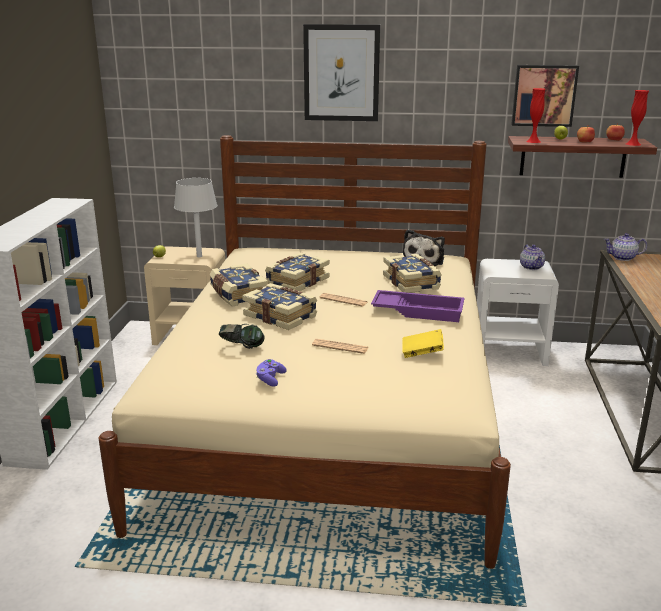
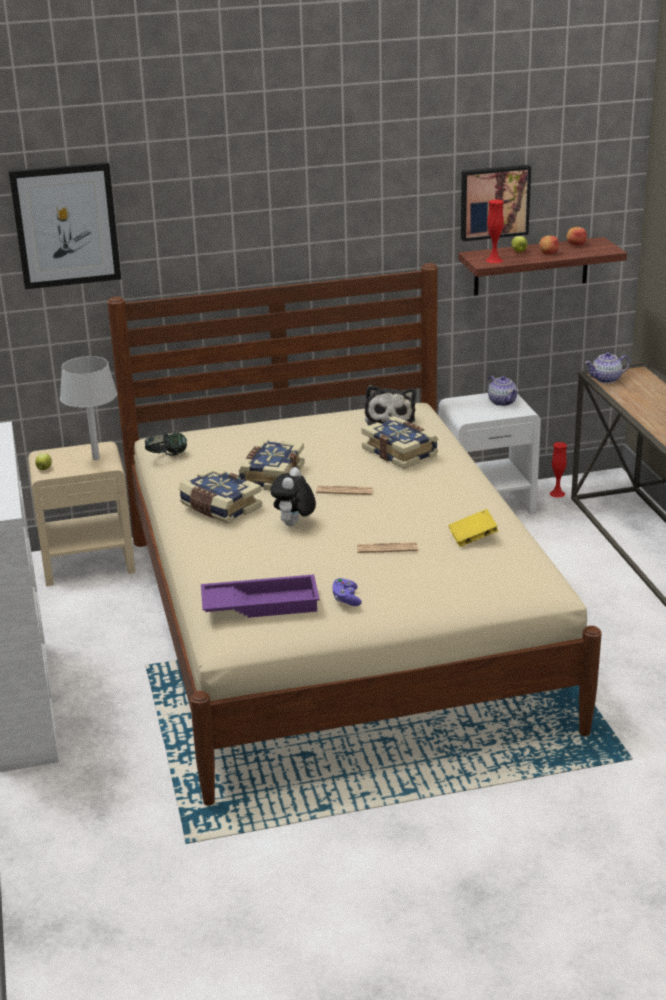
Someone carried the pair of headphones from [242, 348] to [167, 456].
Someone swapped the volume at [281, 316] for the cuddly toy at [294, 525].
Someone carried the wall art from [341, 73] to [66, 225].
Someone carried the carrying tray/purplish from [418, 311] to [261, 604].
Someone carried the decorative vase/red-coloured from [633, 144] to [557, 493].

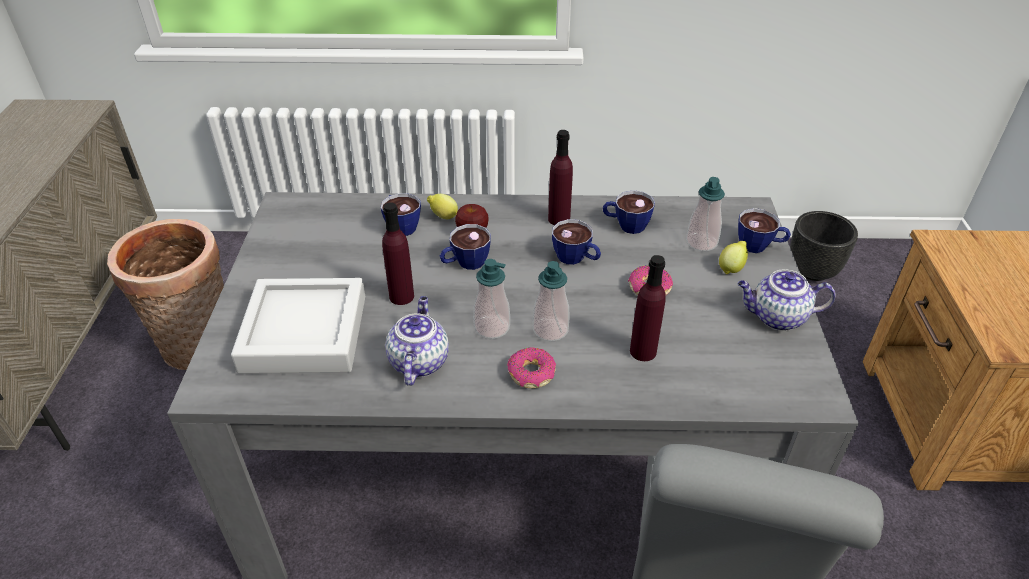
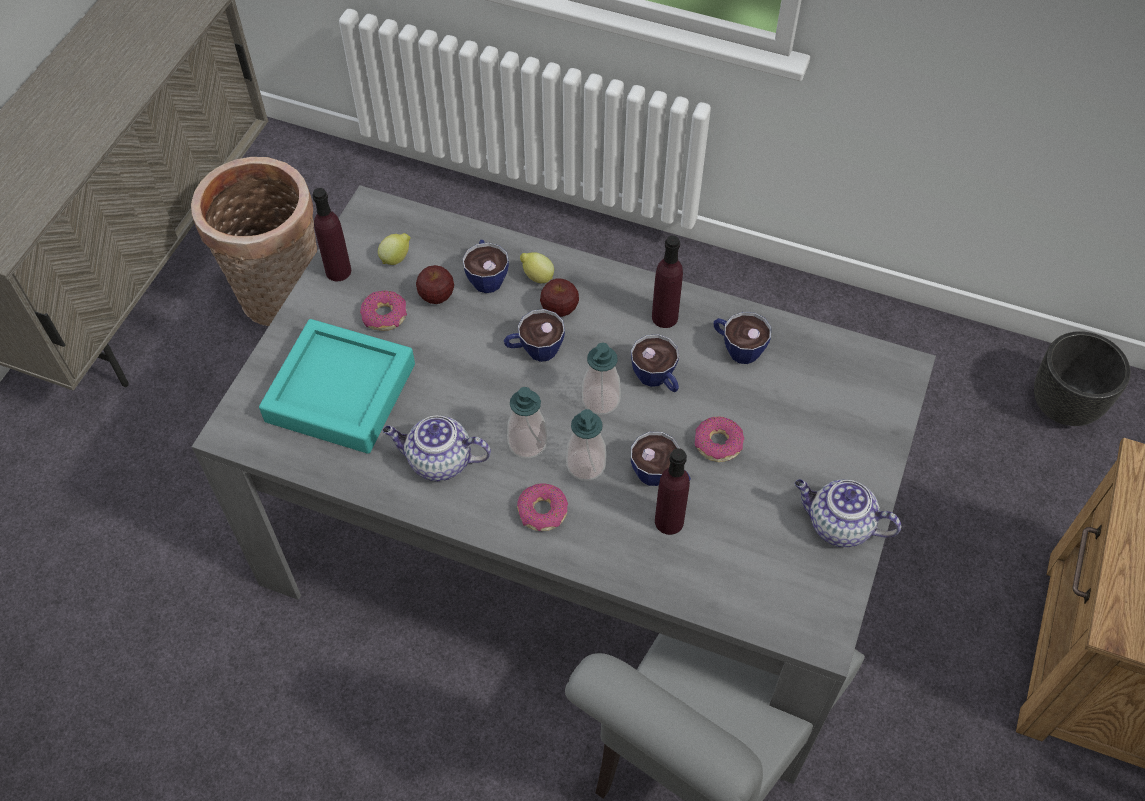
Someone repainted the carrying tray/greyish at [304, 333], which became the carrying tray/turquoise-coloured at [340, 392].
Someone carried the drink bottle/purplish from [401, 296] to [338, 271].
Someone rotated the tea pot at [418, 361] by 105 degrees counterclockwise.
Someone carried the liquid soap bottle from [701, 242] to [600, 400].
Someone carried the whole lemon from [731, 268] to [396, 258].
Someone carried the small cup from [759, 246] to [660, 476].
Someone put down the donut at [385, 316].
Someone put down the apple at [436, 296].

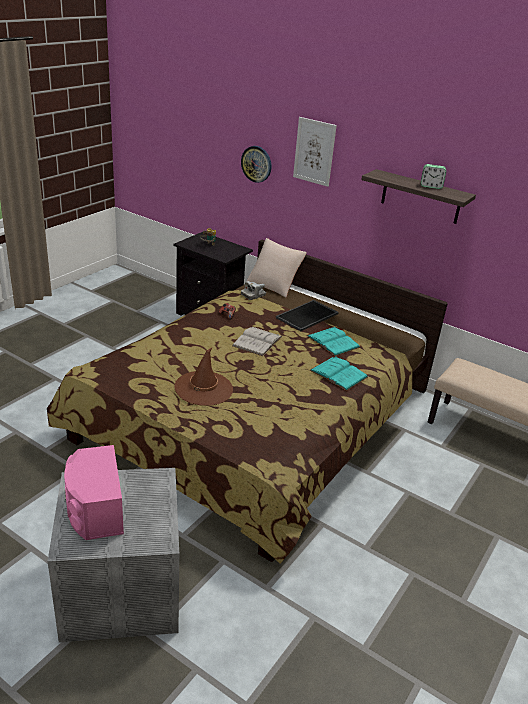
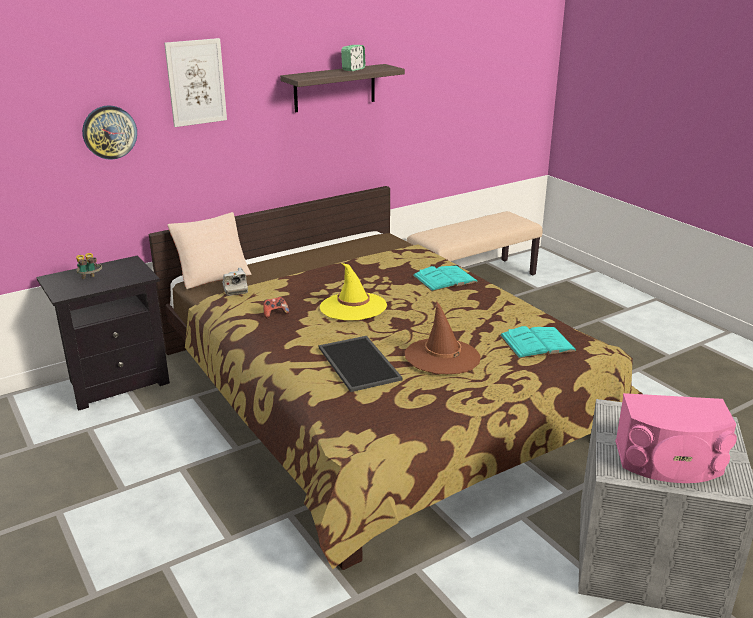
Someone swapped the volume/white at [257, 341] for the clothing hat/yellowish at [353, 307].
Someone carried the carrying tray from [307, 316] to [360, 363].
Someone carried the volume/turquoise-coloured from [333, 341] to [537, 343].

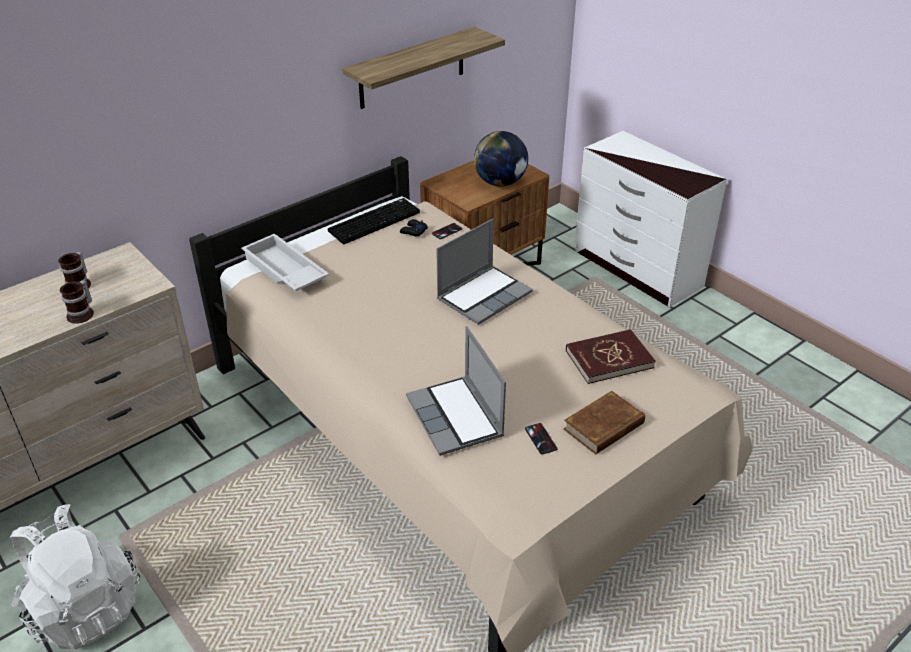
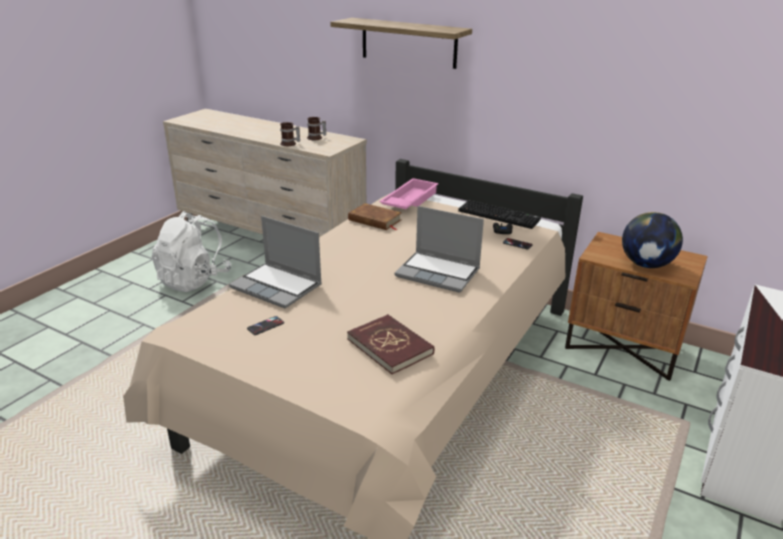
Someone repainted the carrying tray/white at [283, 271], which became the carrying tray/pink at [409, 200].
Someone carried the shelf from [412, 68] to [408, 43].
Someone rotated the notebook computer at [456, 417] by 105 degrees counterclockwise.
Someone carried the volume/brown from [604, 426] to [375, 220].

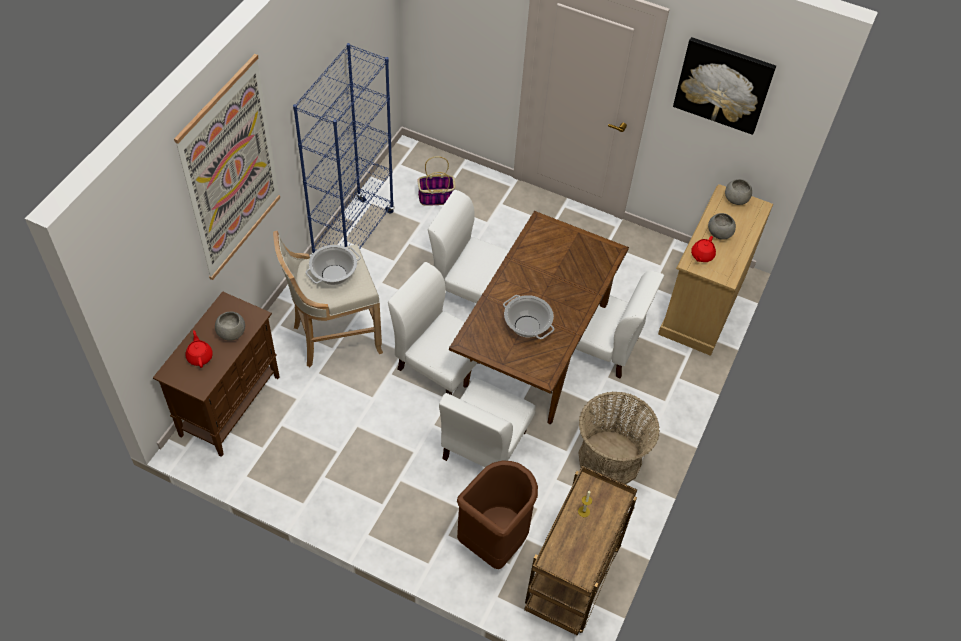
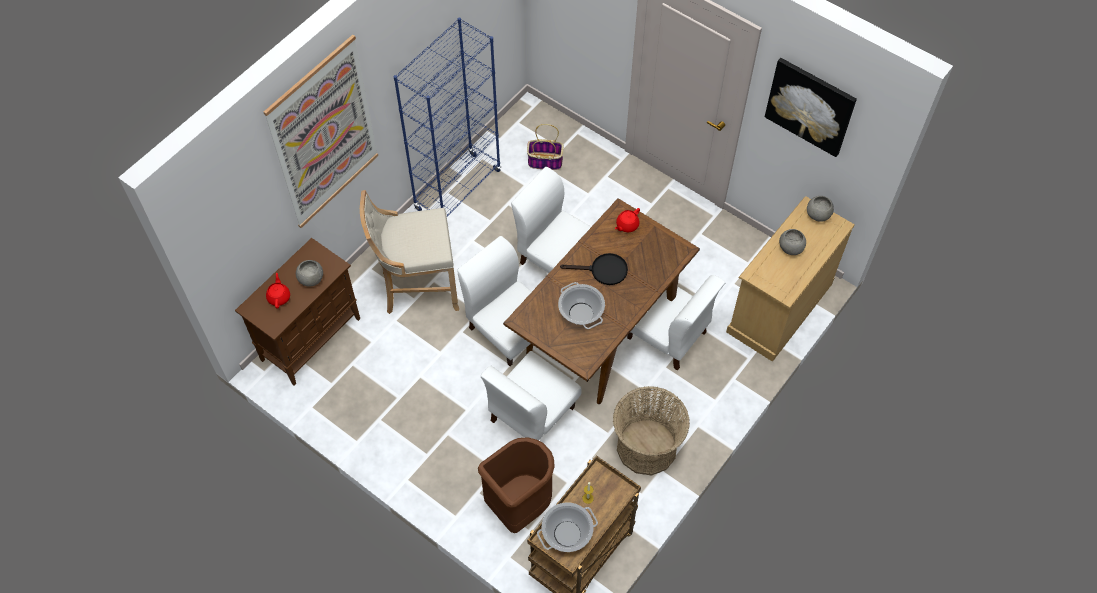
Someone carried the stockpot from [334, 275] to [567, 534].
Someone carried the tea pot/red-coloured from [701, 255] to [627, 225].
Someone put down the frying pan/black-coloured at [603, 271].

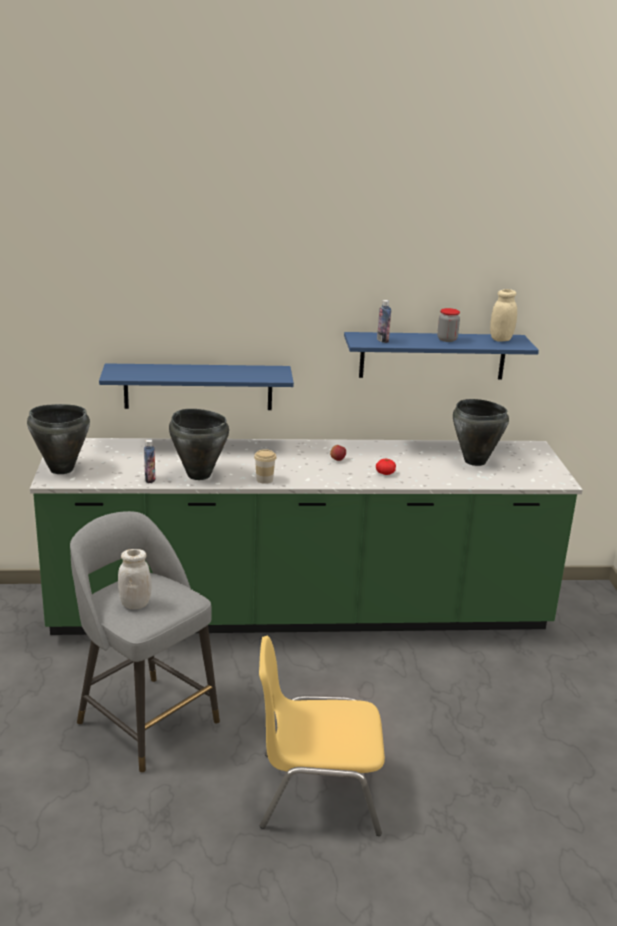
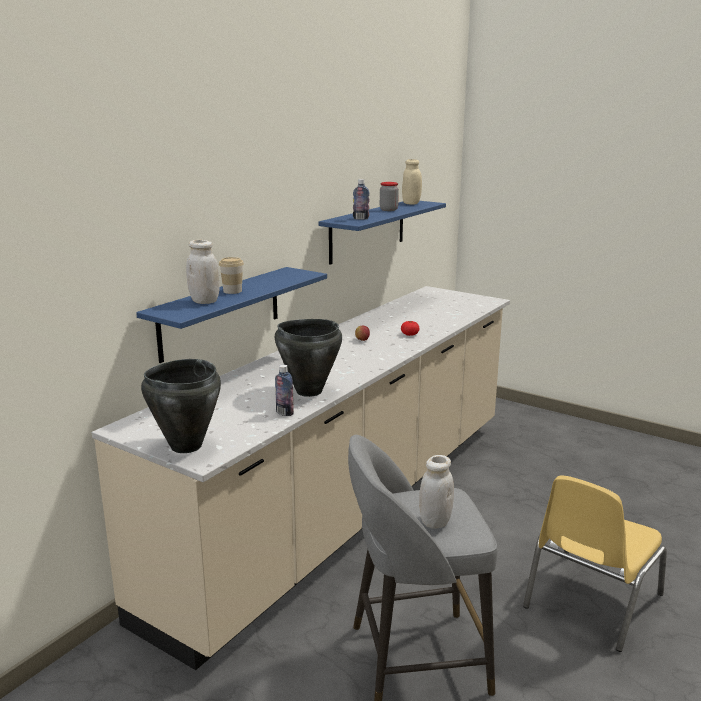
Someone repainted the counter/greenish at [301, 614], which became the counter/beige-coloured at [350, 507].
Someone carried the small cup from [264, 479] to [232, 291].
Someone took away the stockpot/black-coloured at [475, 461].
Someone put down the storage jar/white at [204, 301].

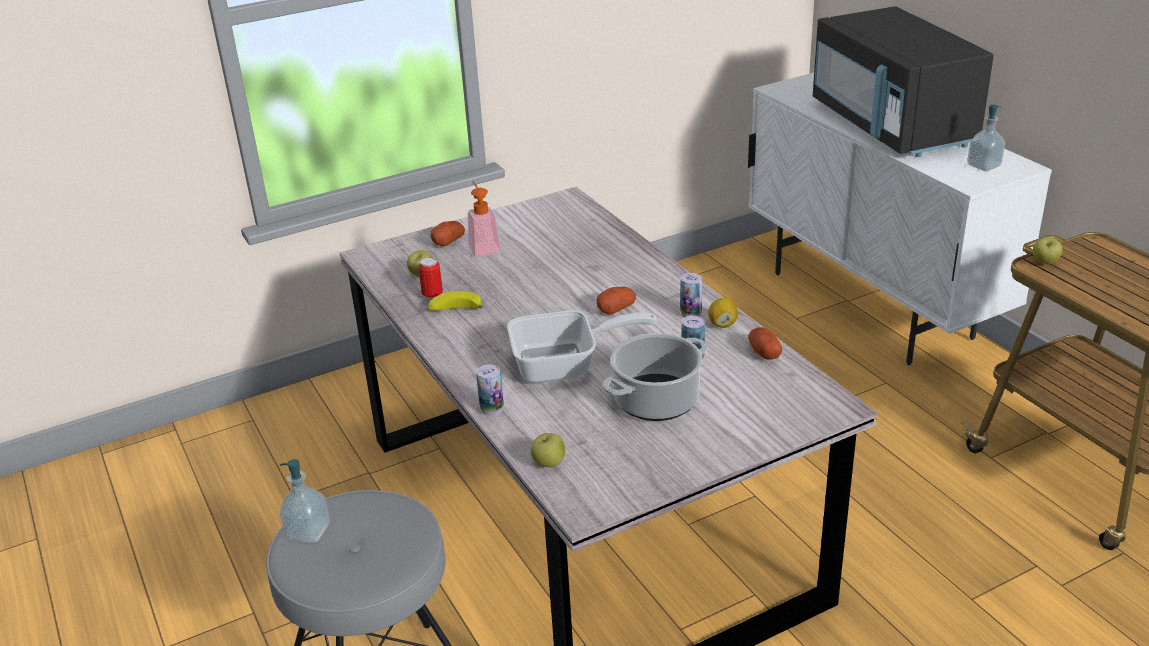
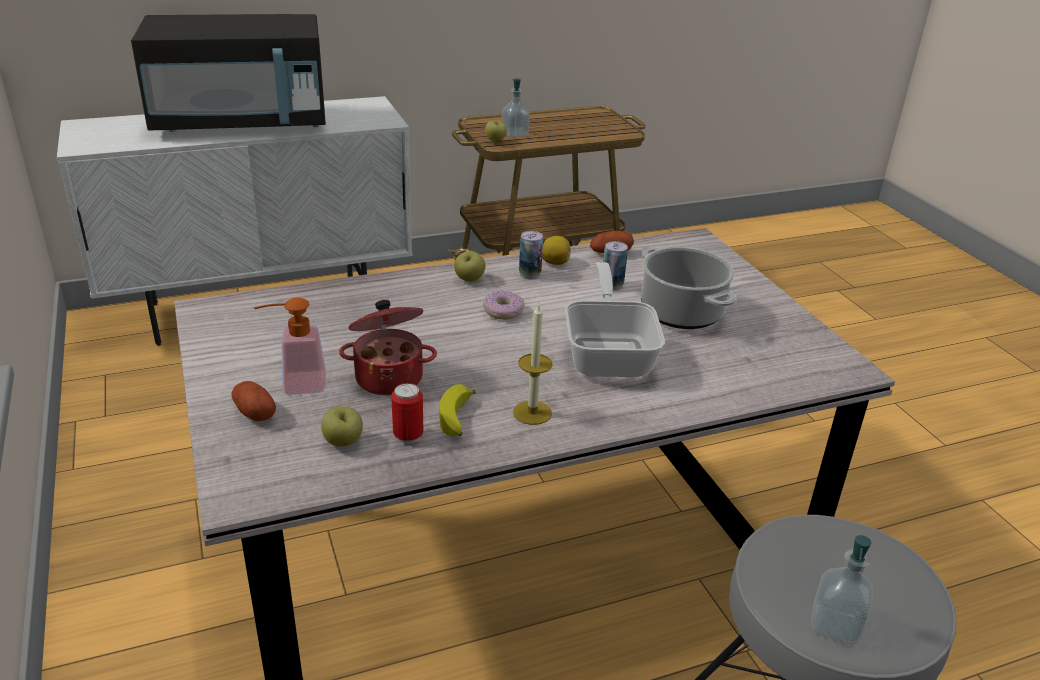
Someone took away the can at [492, 409].
Someone carried the apple from [548, 463] to [469, 280].
Someone swapped the whole potato at [616, 309] for the donut at [503, 311].
Someone carried the liquid soap bottle from [983, 165] to [515, 134].
Someone put down the stockpot at [389, 377].
Someone put down the wax candle at [532, 412].

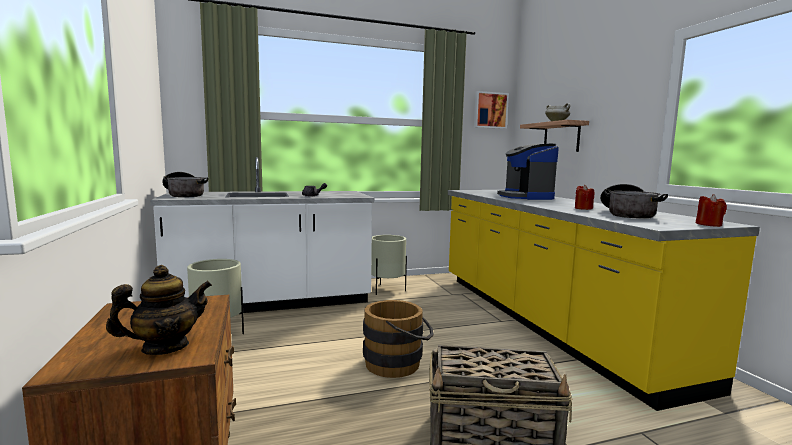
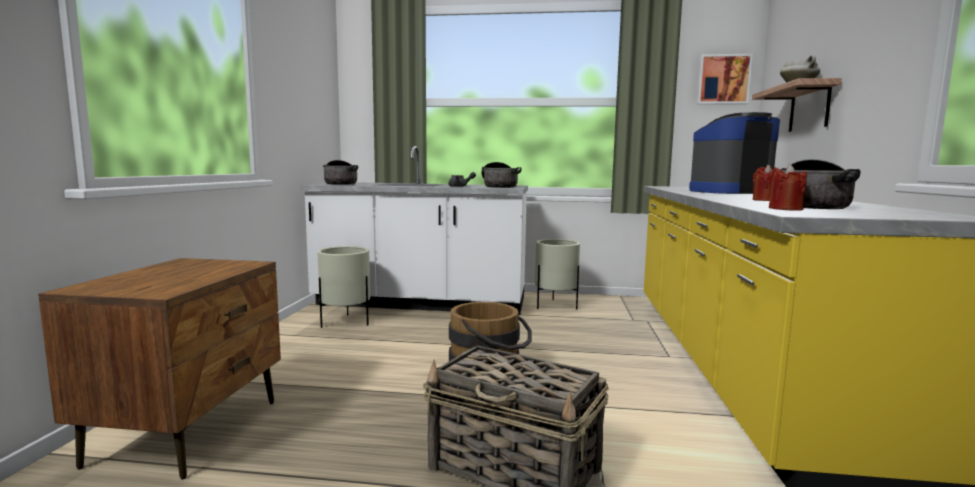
Someone took away the tea pot at [165, 347].
Someone rotated the coffee brewer at [526, 197] by 60 degrees clockwise.
Someone carried the wax candle/red-coloured from [709, 225] to [785, 209].
Someone put down the stockpot at [499, 186].

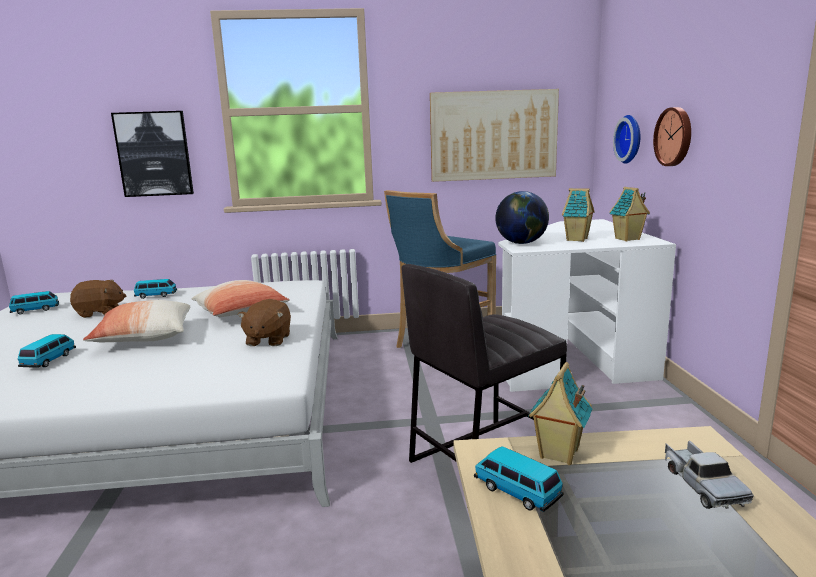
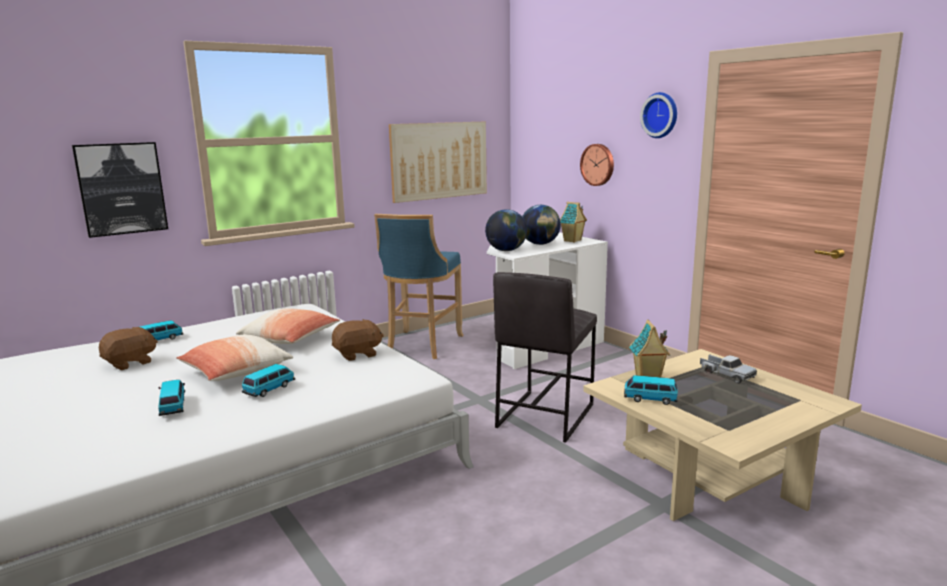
Someone carried the model car from [36, 310] to [269, 389].
Someone rotated the cuddly toy/brown at [268, 340] by 90 degrees counterclockwise.
Someone swapped the miniature house at [577, 239] for the world globe at [540, 244].
Someone carried the wall clock from [630, 139] to [661, 115].

